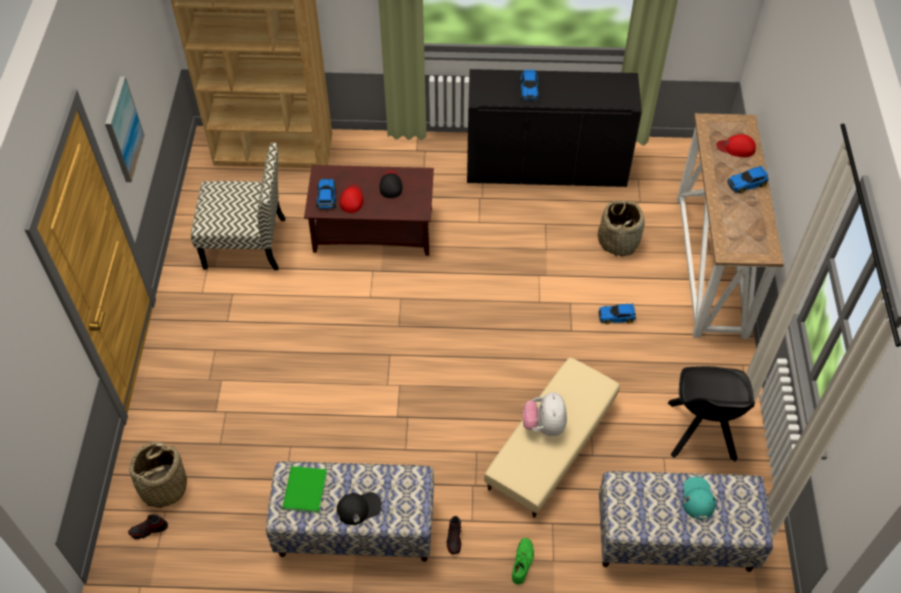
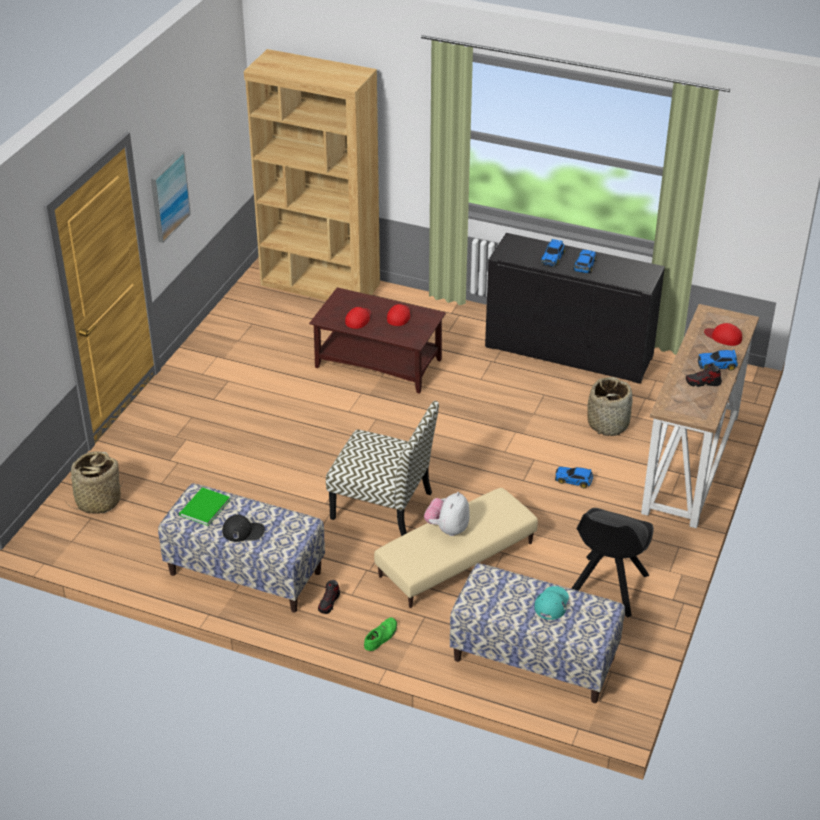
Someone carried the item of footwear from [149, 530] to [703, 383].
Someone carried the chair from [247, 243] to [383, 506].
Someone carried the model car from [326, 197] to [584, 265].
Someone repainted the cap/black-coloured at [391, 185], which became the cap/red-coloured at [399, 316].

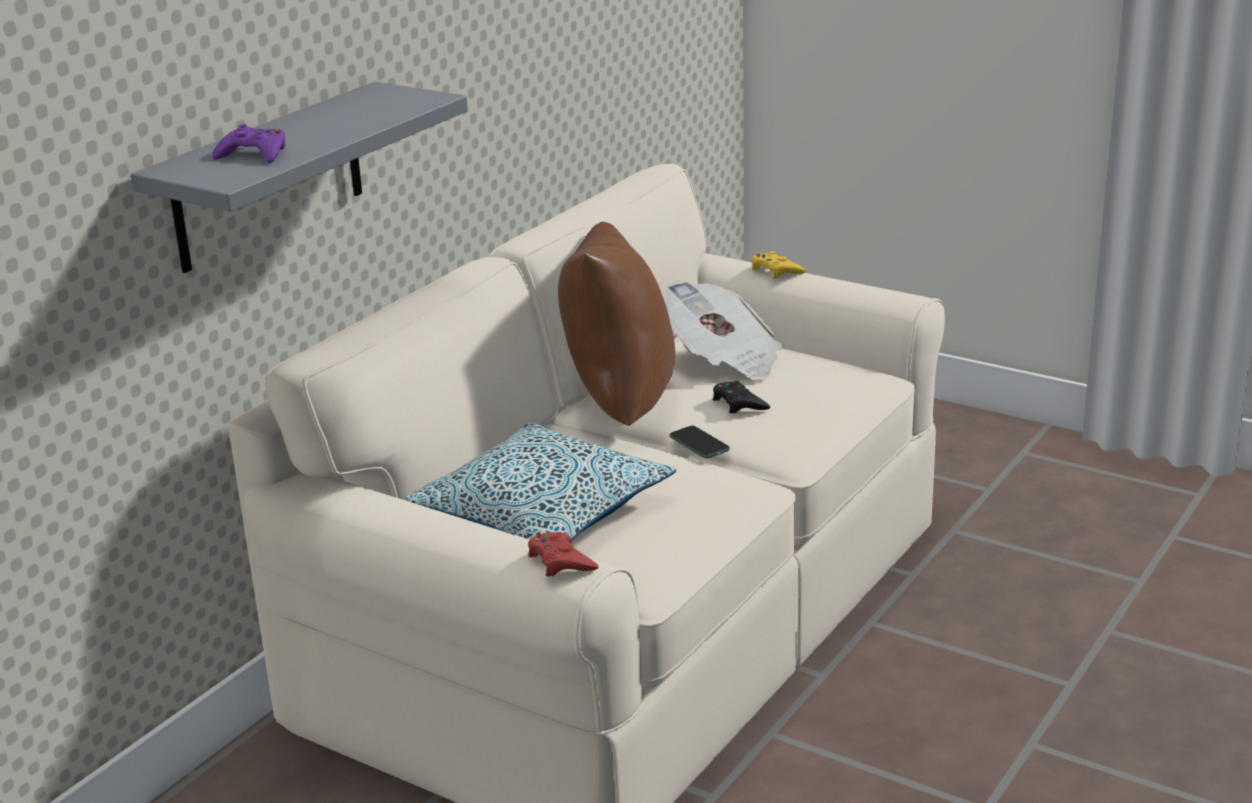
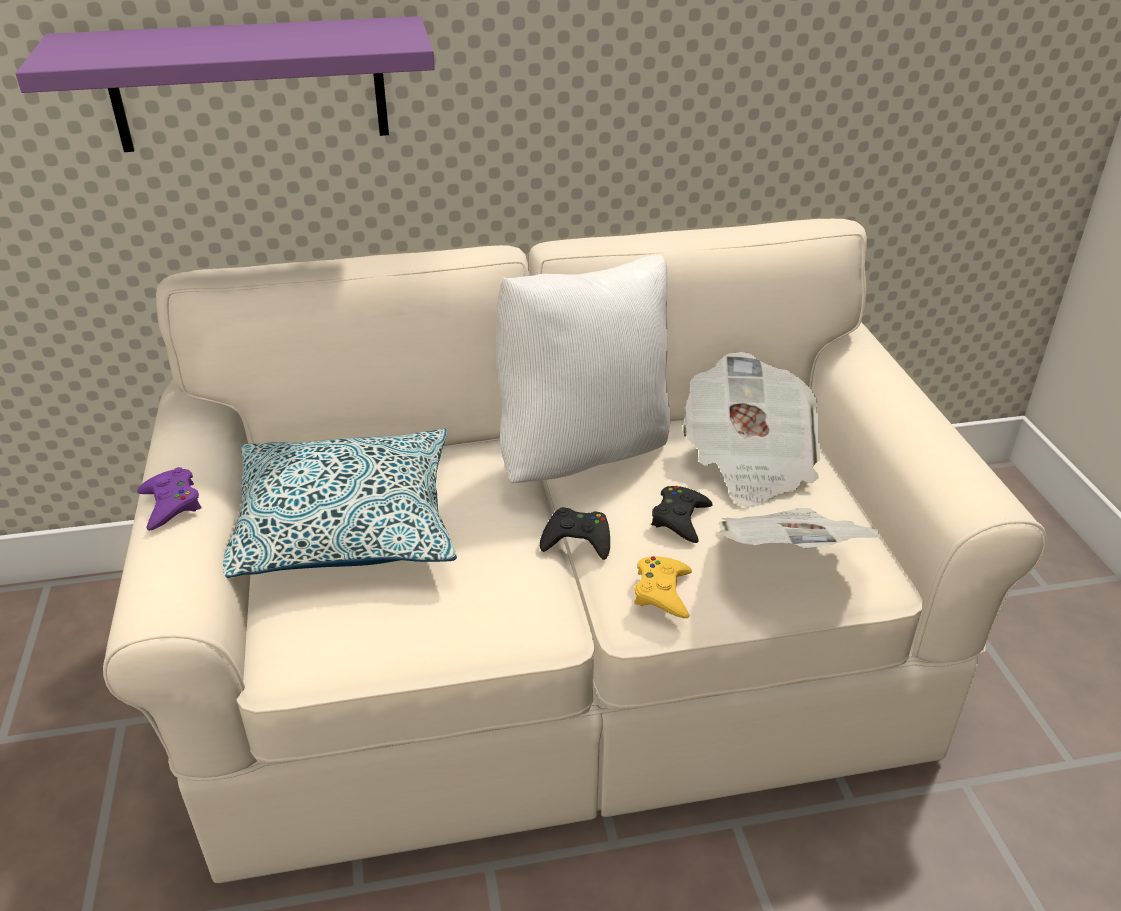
Someone repainted the shelf/greyish at [268, 177], which became the shelf/purplish at [249, 85].
Someone carried the gamepad/purplish from [254, 154] to [170, 504].
Someone took away the gamepad/red-coloured at [560, 561].
Someone repainted the throw pillow/brown at [616, 405], which became the throw pillow/white at [584, 453].
Someone swapped the handset at [699, 443] for the gamepad/black-coloured at [577, 539].
Someone carried the gamepad/yellowish from [776, 271] to [662, 592].
Someone put down the printed paper at [789, 560].

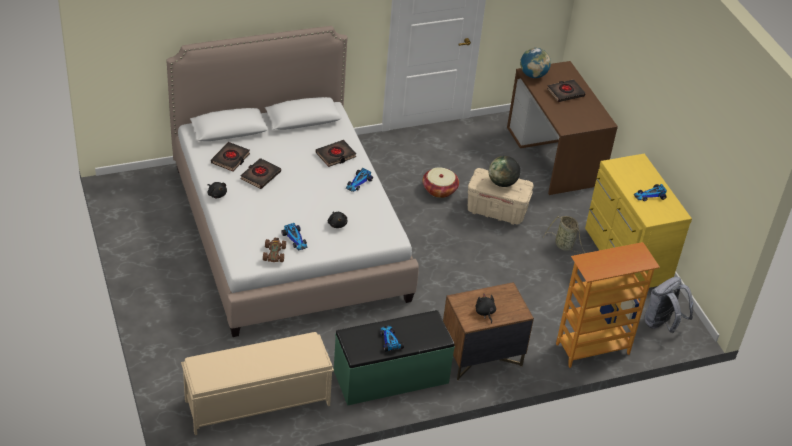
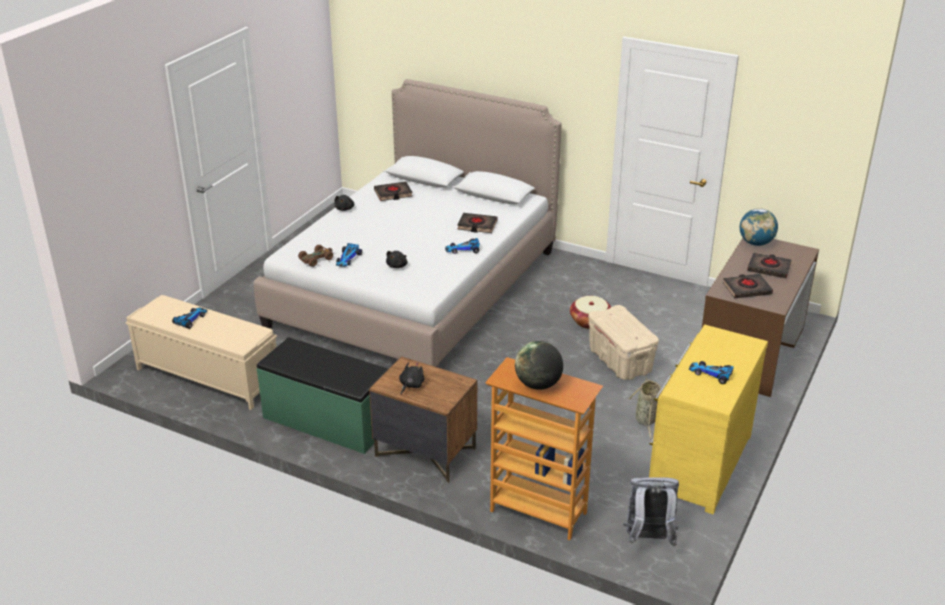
Someone carried the volume/black-coloured from [260, 175] to [746, 289].
Someone carried the model car from [390, 341] to [190, 320].
Someone carried the world globe from [502, 183] to [538, 385].

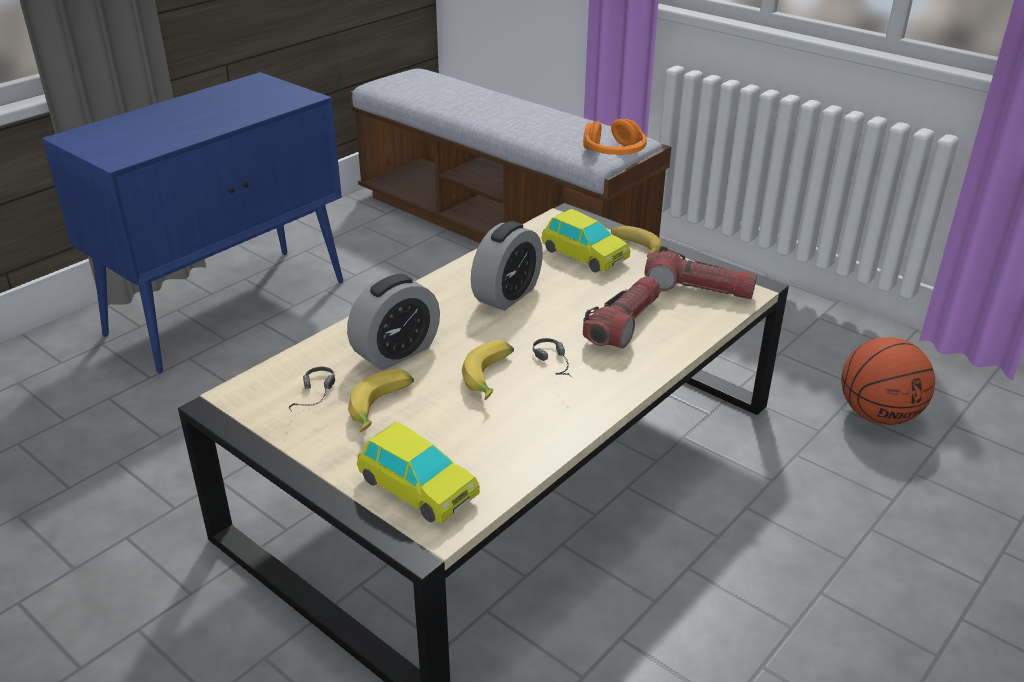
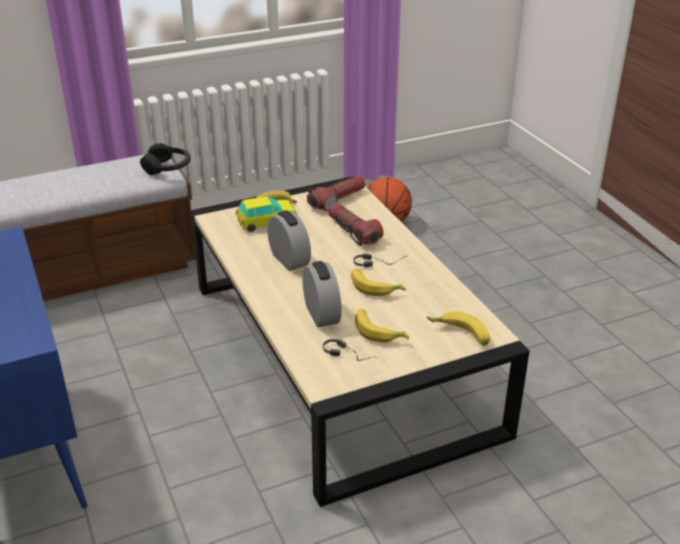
Someone swapped the model car at [418, 488] for the whole banana at [460, 335].
Someone repainted the pair of headphones/orange at [614, 152], which became the pair of headphones/black-coloured at [168, 168].

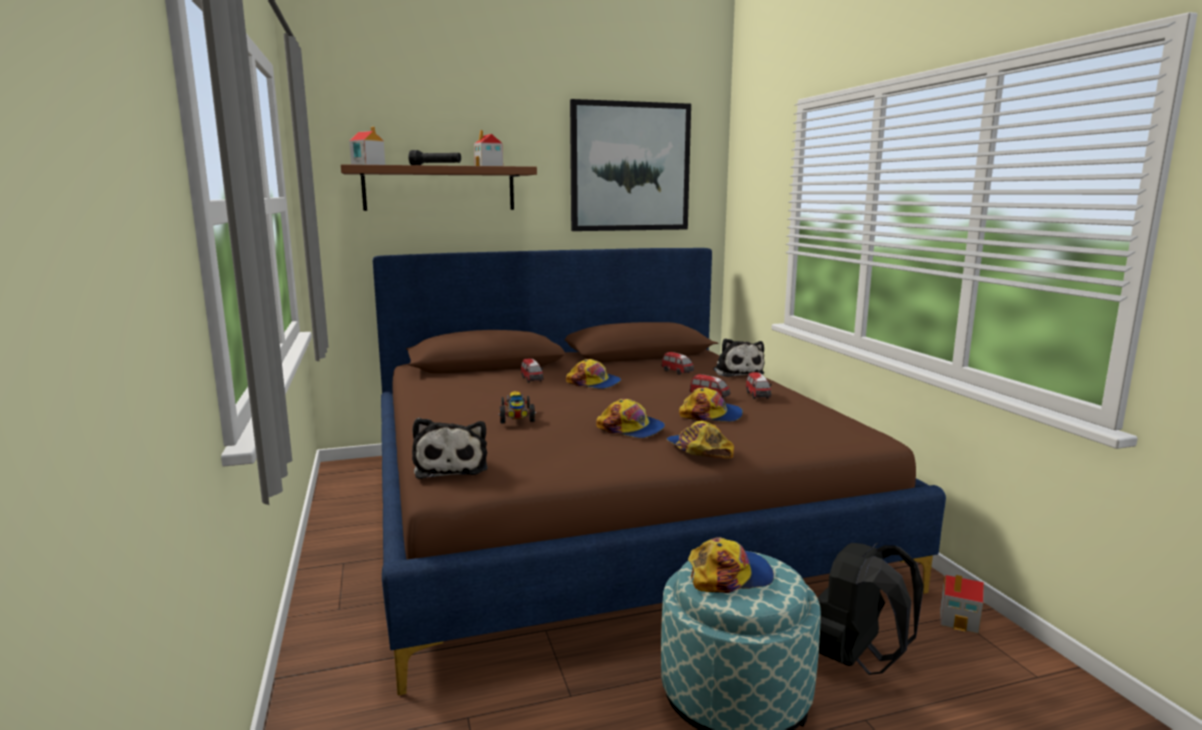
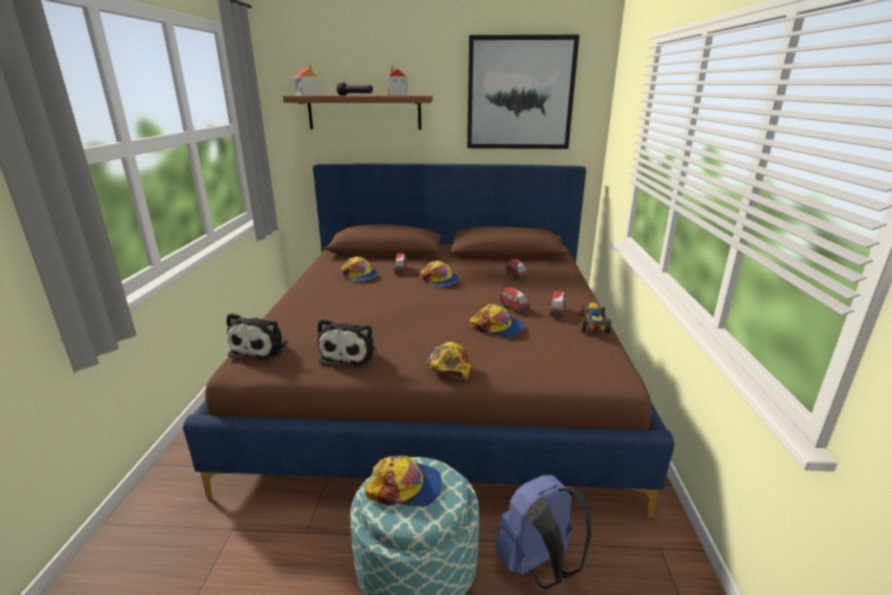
Someone carried the model car from [516, 416] to [593, 325].
Someone carried the cap from [631, 429] to [360, 275].
Someone carried the cuddly toy from [737, 372] to [350, 354].
Someone repainted the backpack/black-coloured at [856, 659], which became the backpack/blue-coloured at [538, 566].
Someone took away the miniature house at [959, 620].

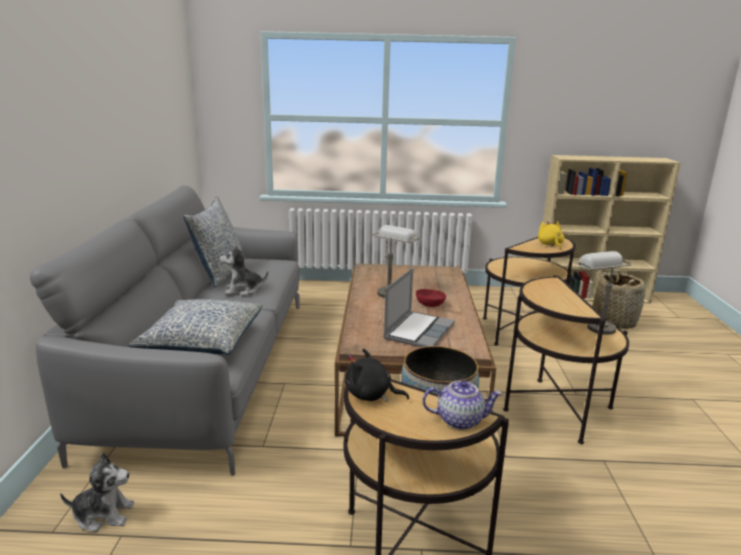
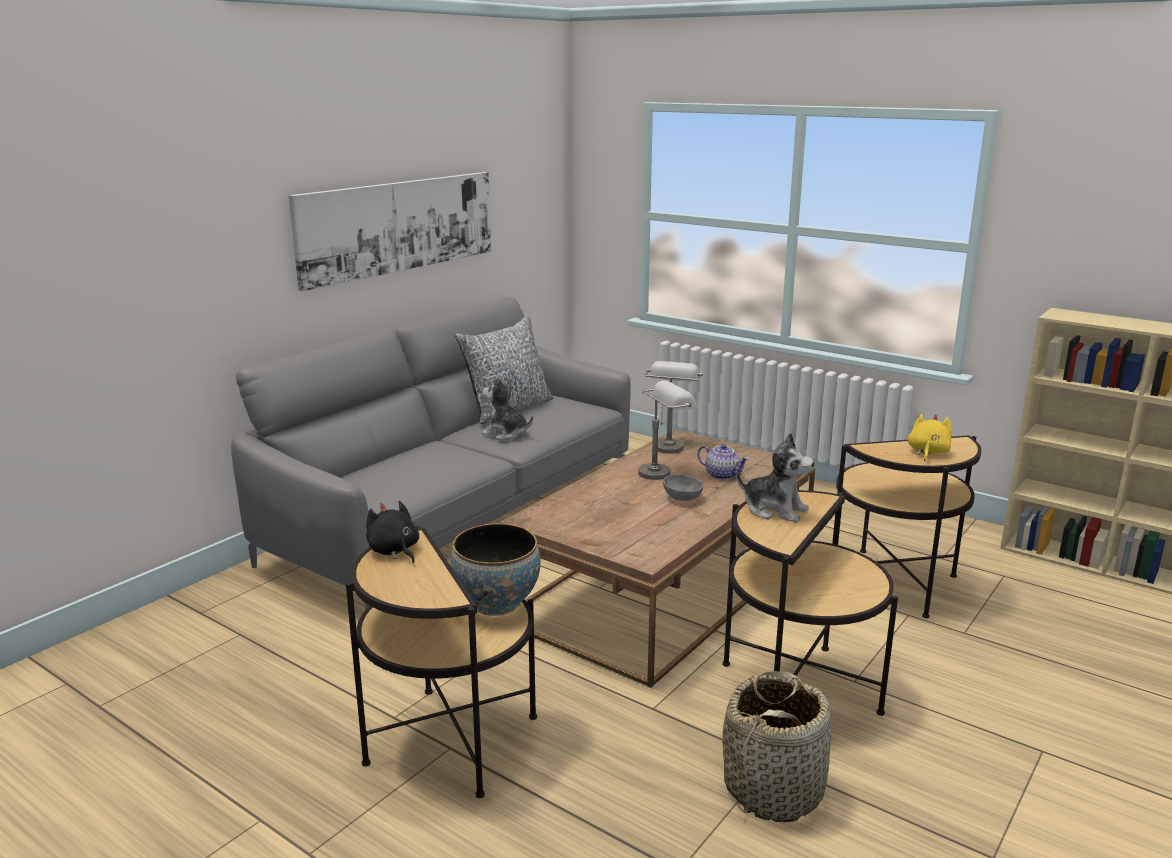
Someone carried the cuddly toy from [103, 515] to [774, 510].
Someone took away the throw pillow at [202, 340].
Someone took away the notebook computer at [418, 331].
Someone repainted the deep dish/red-coloured at [430, 304], which became the deep dish/greyish at [683, 497].
Someone carried the tea pot from [460, 420] to [722, 475].
Someone carried the tabletop lamp/greyish from [594, 325] to [669, 444].
Someone carried the basket from [613, 321] to [774, 789].
Someone put up the wall art at [398, 226].

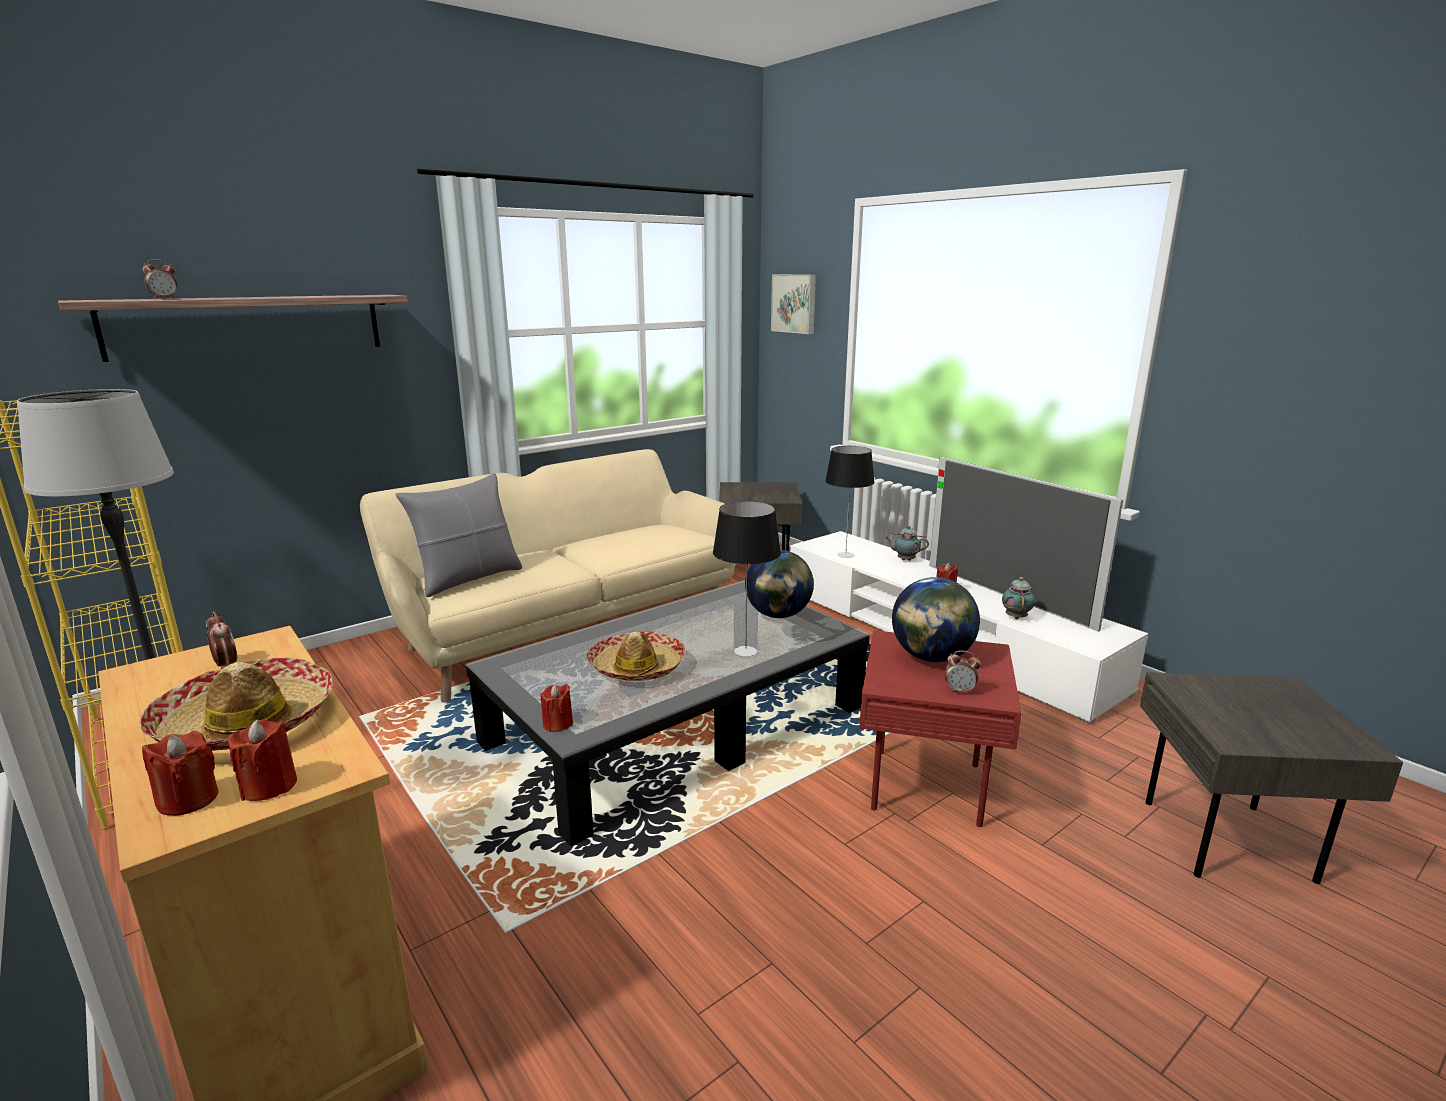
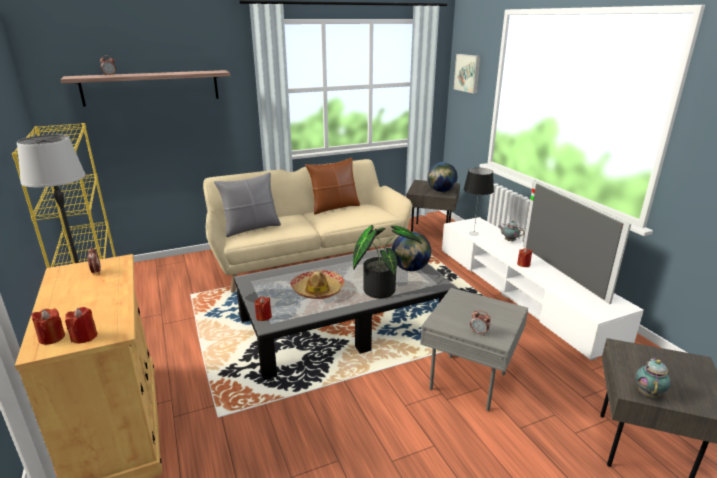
Someone took away the clothing hat at [247, 722].
Someone swapped the tabletop lamp at [745, 651] for the plant in a pot at [380, 288].
Someone repainted the side table/red-coloured at [930, 785], which became the side table/greyish at [470, 381].
Someone carried the world globe from [931, 657] to [441, 191].
Someone carried the tea pot from [1016, 617] to [648, 393].
Someone put down the throw pillow/brown at [334, 207].

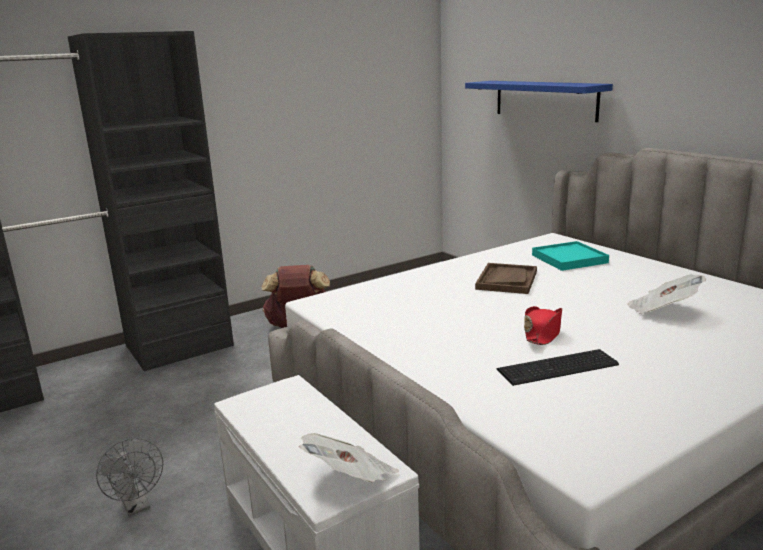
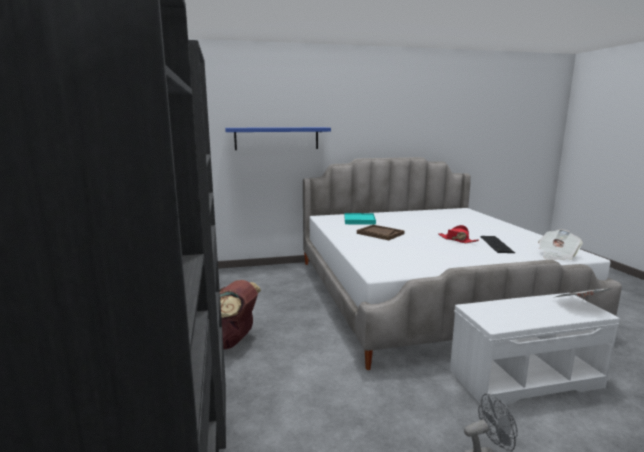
Someone carried the printed paper from [662, 310] to [557, 255].

